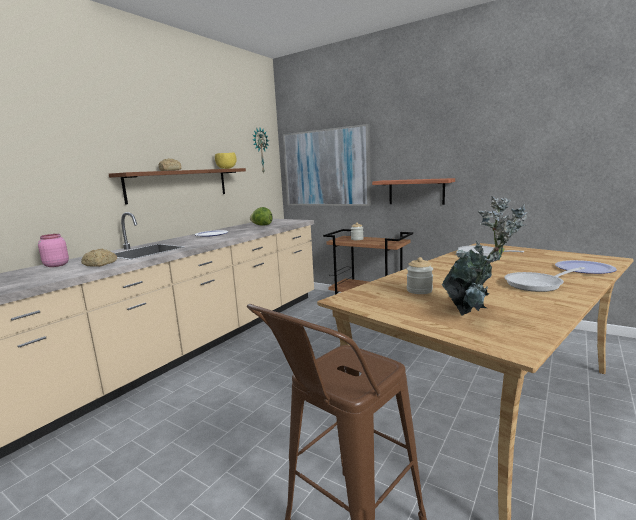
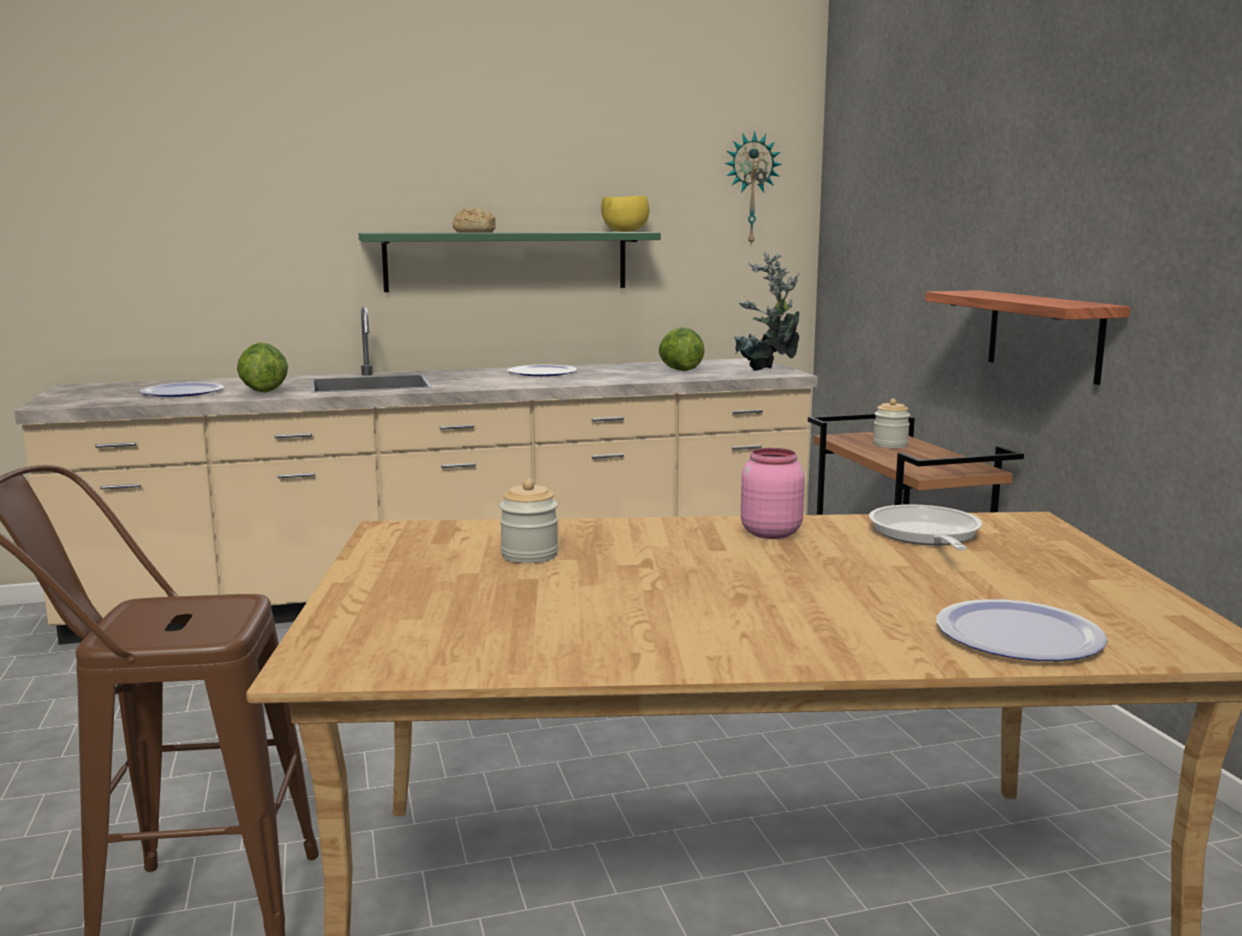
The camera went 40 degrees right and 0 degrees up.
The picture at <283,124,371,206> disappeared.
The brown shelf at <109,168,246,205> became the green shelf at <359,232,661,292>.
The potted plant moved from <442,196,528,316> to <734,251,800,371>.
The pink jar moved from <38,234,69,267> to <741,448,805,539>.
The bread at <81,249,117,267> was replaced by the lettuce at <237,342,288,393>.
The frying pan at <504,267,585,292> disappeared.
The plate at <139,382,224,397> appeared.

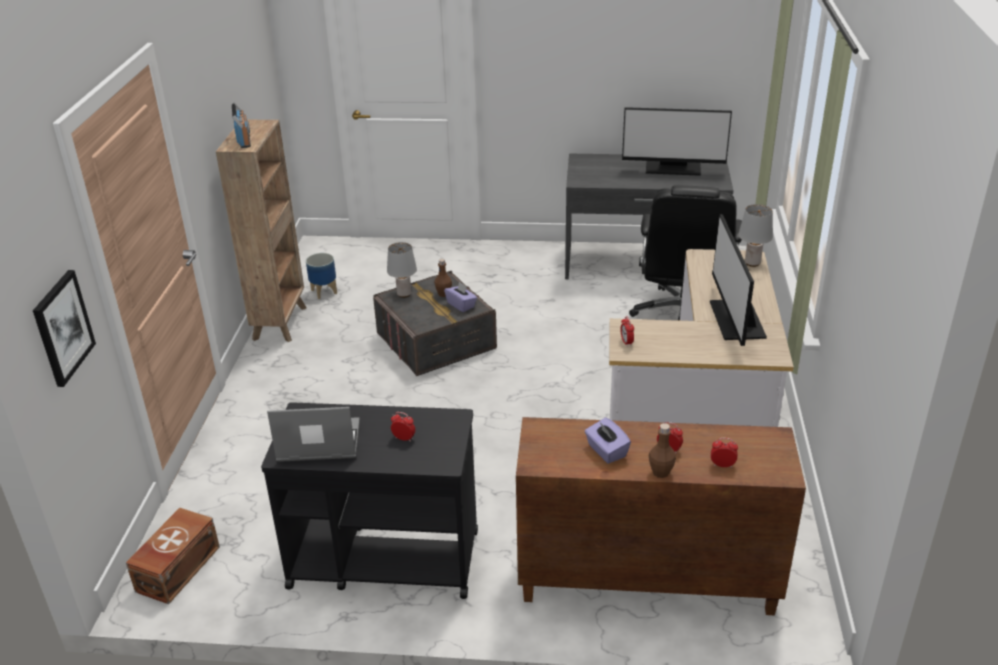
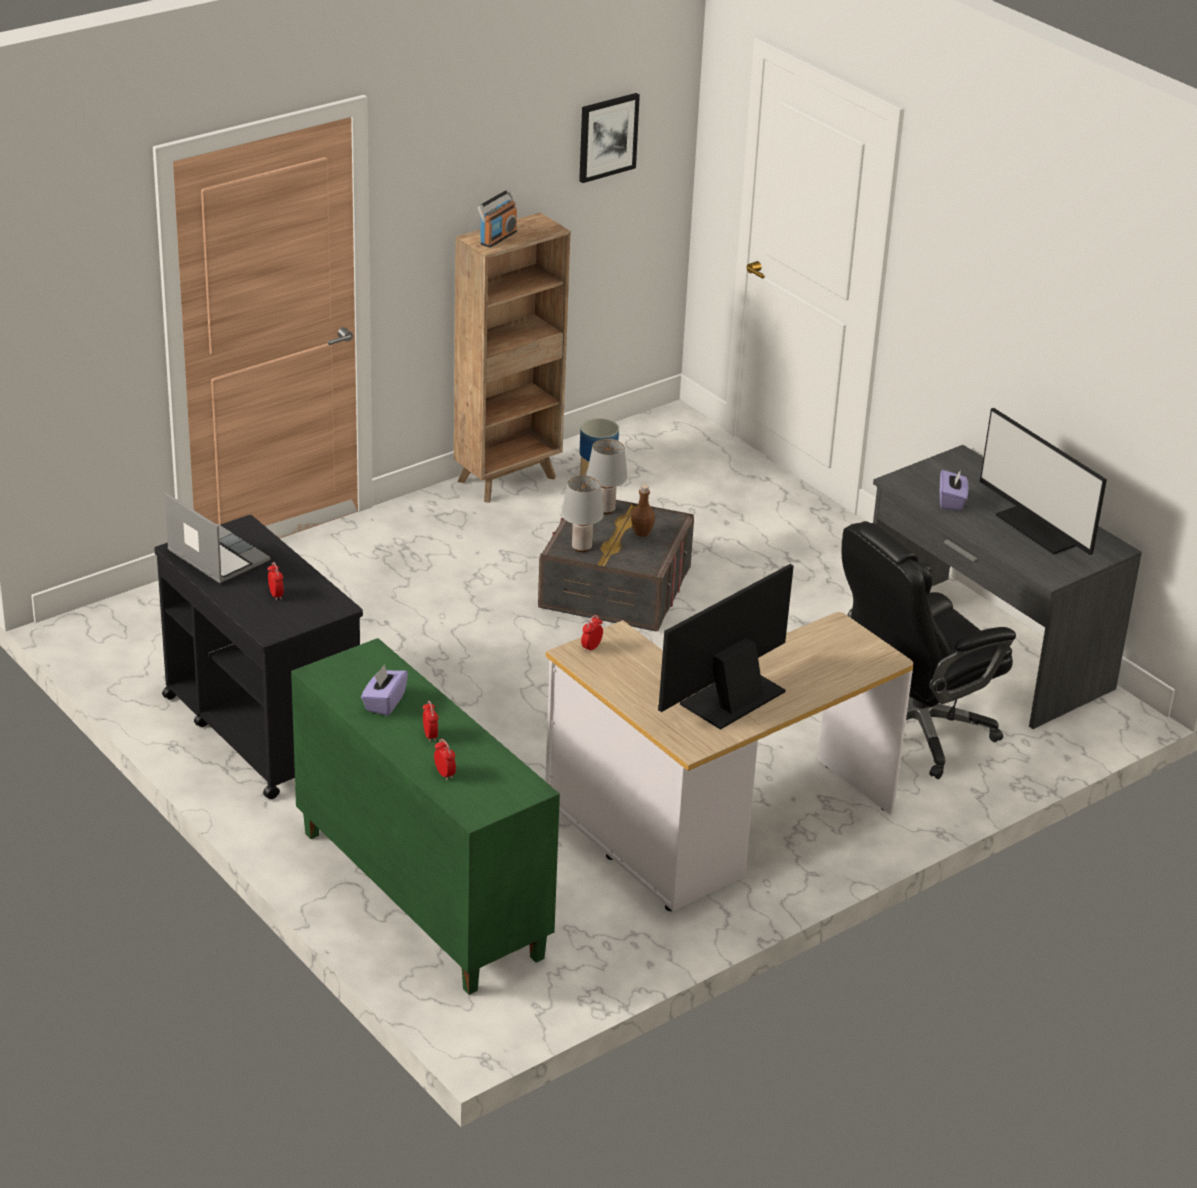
The camera went 45 degrees right and 0 degrees up.
The grey table lamp moved from <738,204,773,267> to <562,475,604,552>.
The picture moved from <33,270,96,387> to <579,93,640,183>.
The purple tissue box moved from <444,282,477,312> to <940,469,968,511>.
The brown cabinet at <516,417,806,616> became the green cabinet at <291,638,560,995>.
The brown bottle at <649,423,676,478> disappeared.
The brown storage box at <126,508,220,604> disappeared.

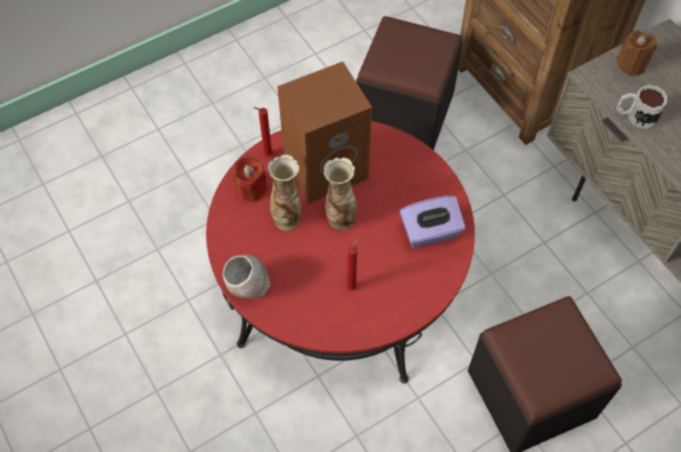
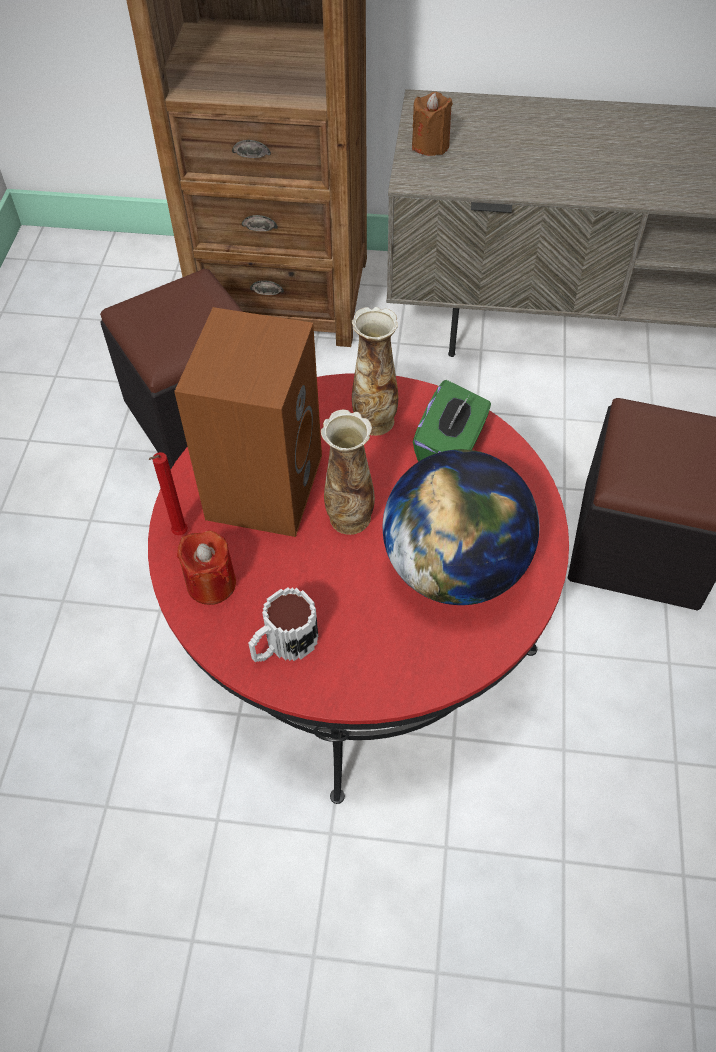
The camera went 50 degrees left and 5 degrees down.
The mug moved from <617,85,667,129> to <248,588,318,663>.
The vase moved from <268,154,302,230> to <352,307,398,436>.
The purple tissue box at <400,196,466,248> became the green tissue box at <413,380,491,461>.
The red candle at <346,238,359,291> was replaced by the globe at <383,449,539,605>.
The grey bowl at <223,255,270,298> disappeared.

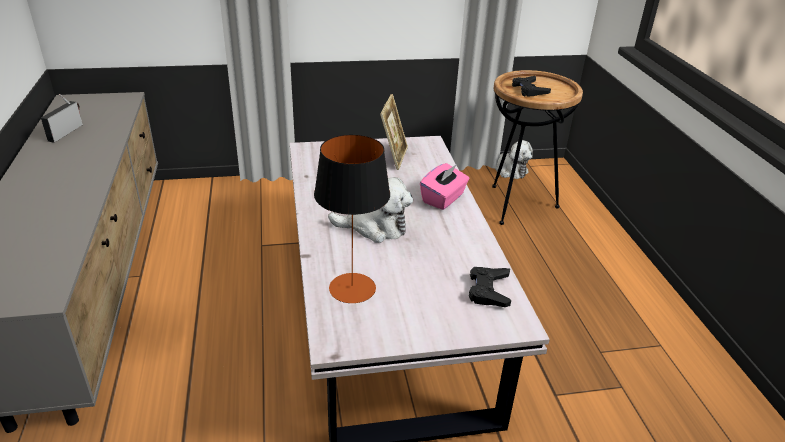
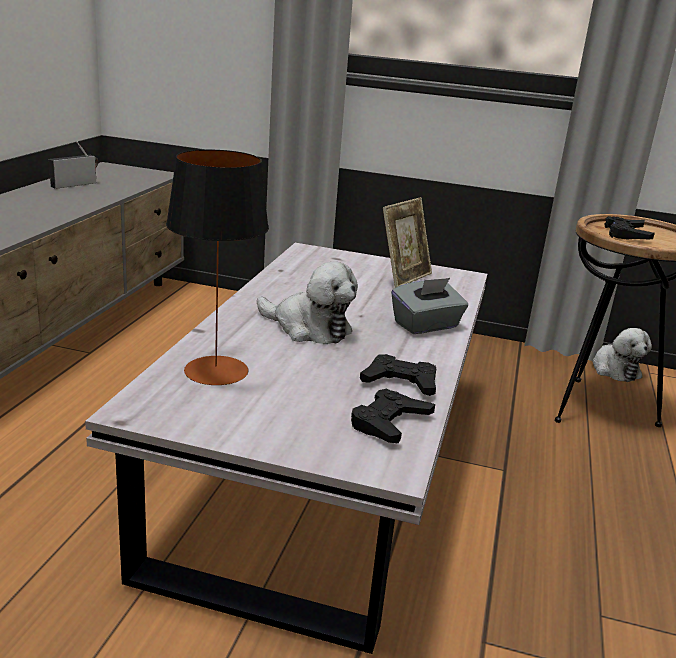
The camera went 25 degrees right and 10 degrees down.
The pink tissue box at <420,163,469,210> became the grey tissue box at <391,278,468,334>.
The black game controller at <360,354,436,396> appeared.

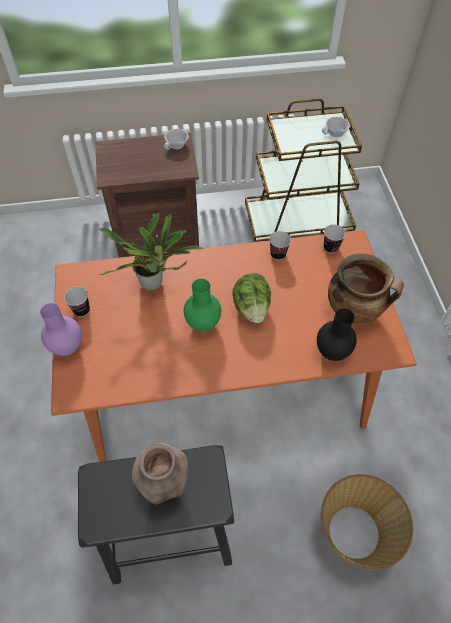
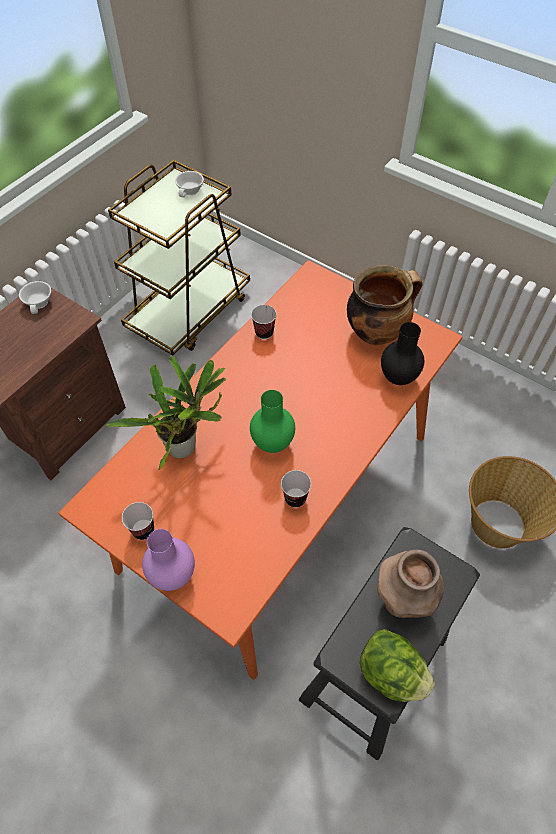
The camera went 45 degrees left and 0 degrees up.
The cup moved from <324,224,346,253> to <281,470,311,508>.
The lettuce moved from <232,273,271,323> to <360,629,435,702>.

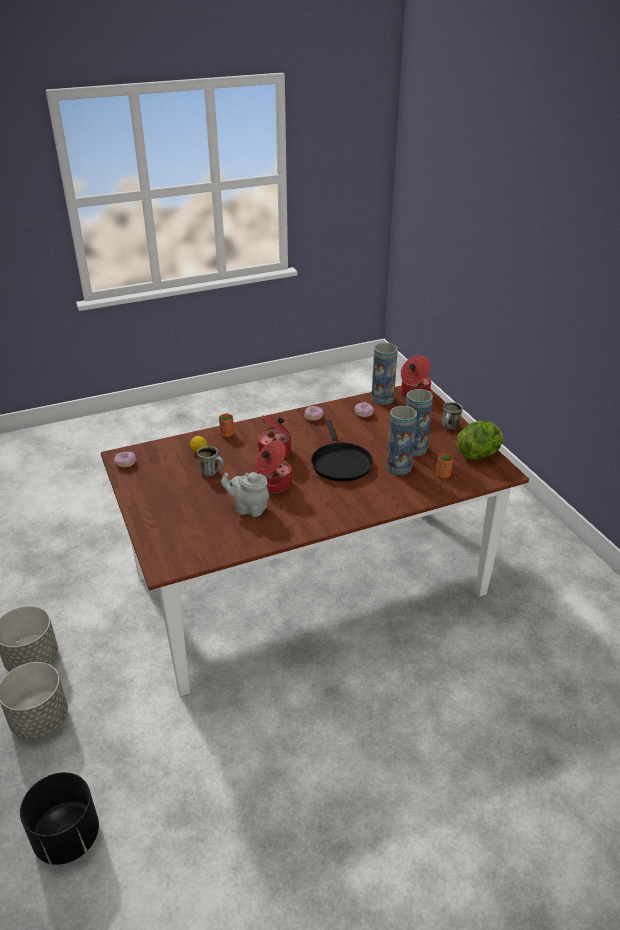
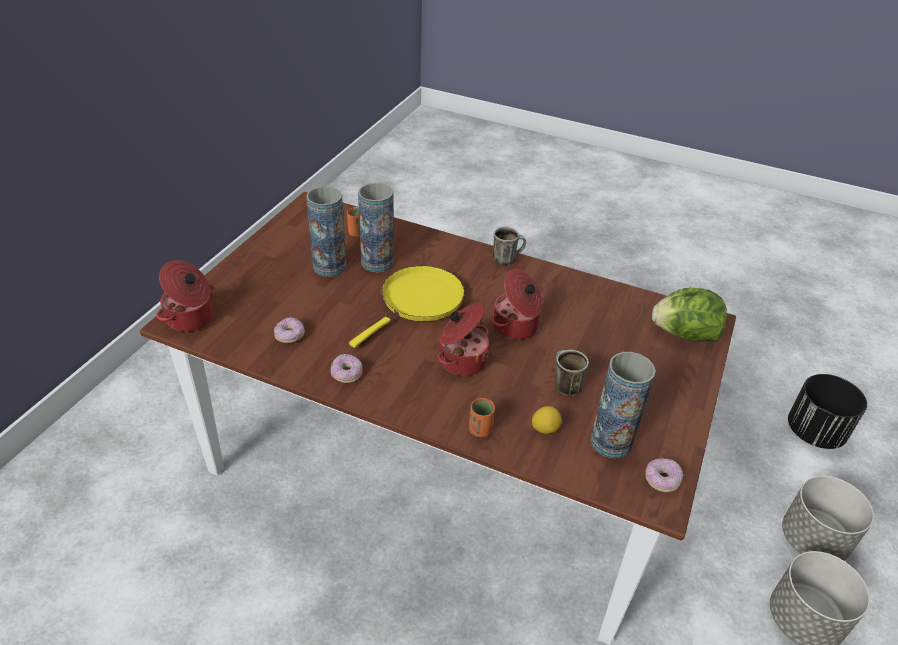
The camera went 135 degrees left and 5 degrees up.
The vase moved from <371,343,398,405> to <590,352,656,458>.
The mug moved from <442,402,463,430> to <493,227,526,265>.
The black frying pan at <311,420,373,482> became the yellow frying pan at <349,266,465,348>.
The lettuce moved from <457,421,503,459> to <652,288,727,341>.
The grey teapot at <221,472,269,517> disappeared.

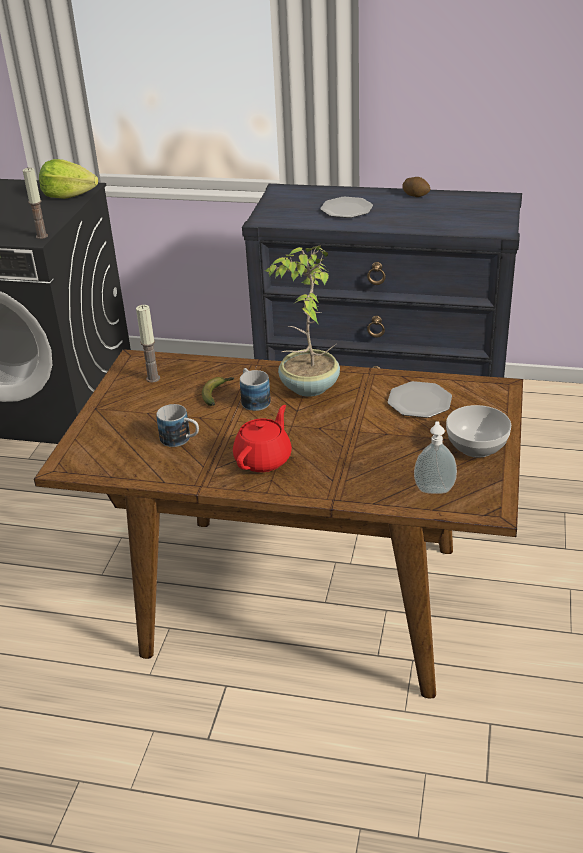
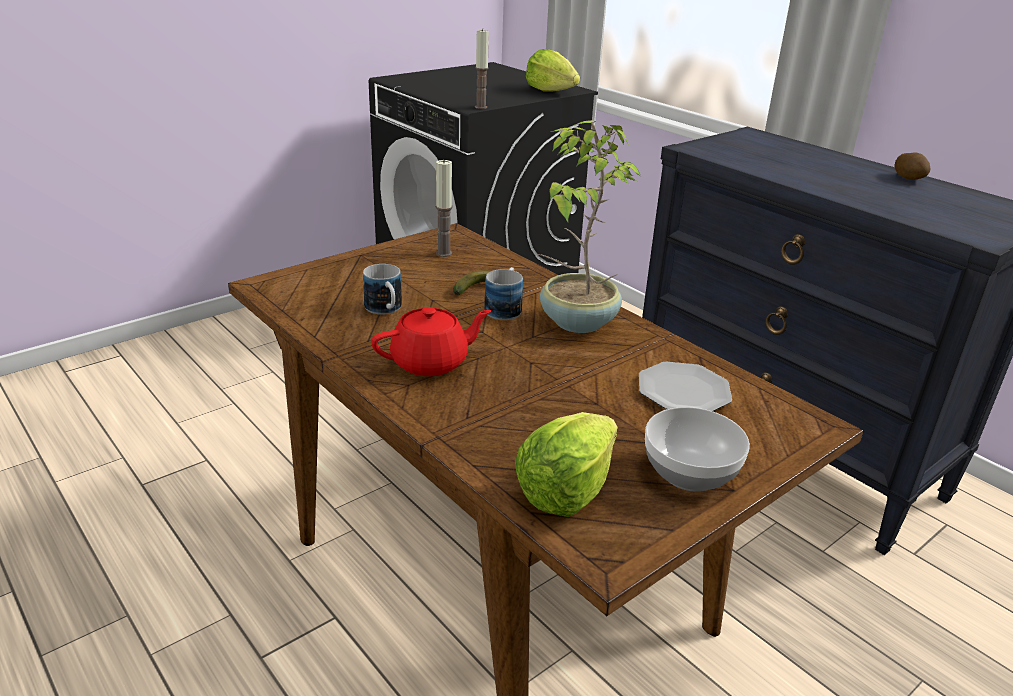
The camera went 35 degrees right and 5 degrees down.
The plate at <320,197,373,218> disappeared.
The soap dispenser at <414,421,457,494> was replaced by the lettuce at <515,412,618,517>.

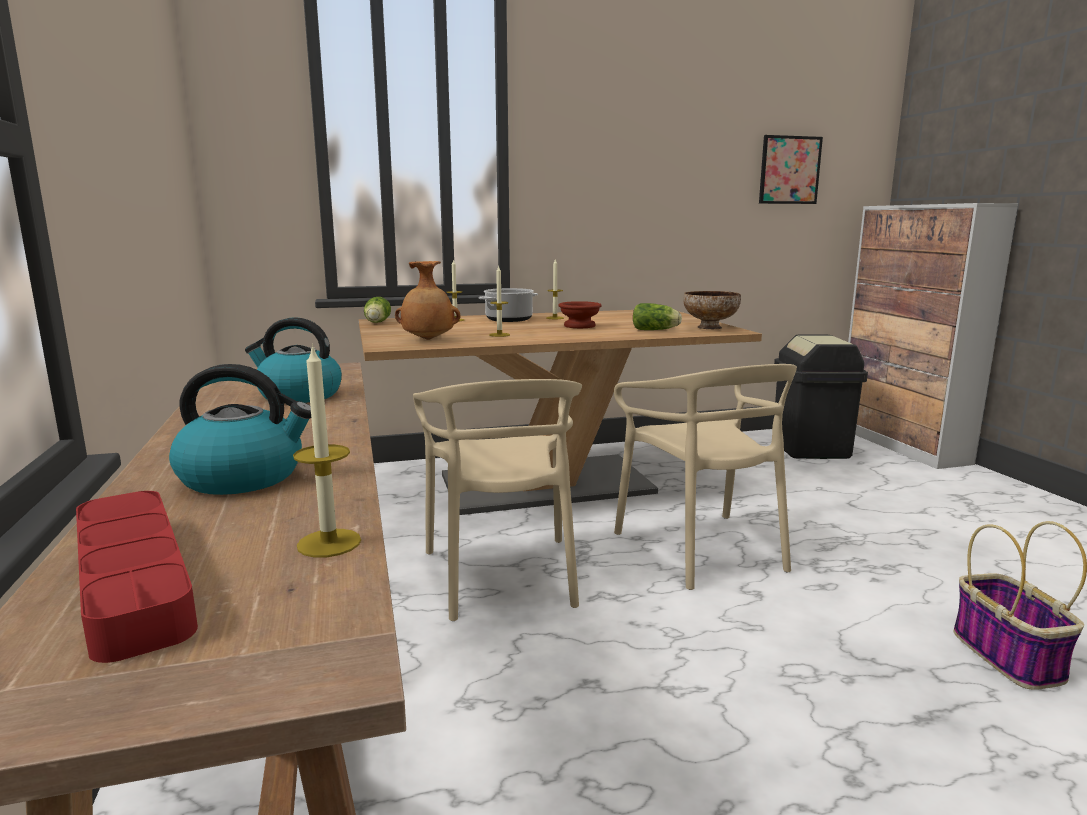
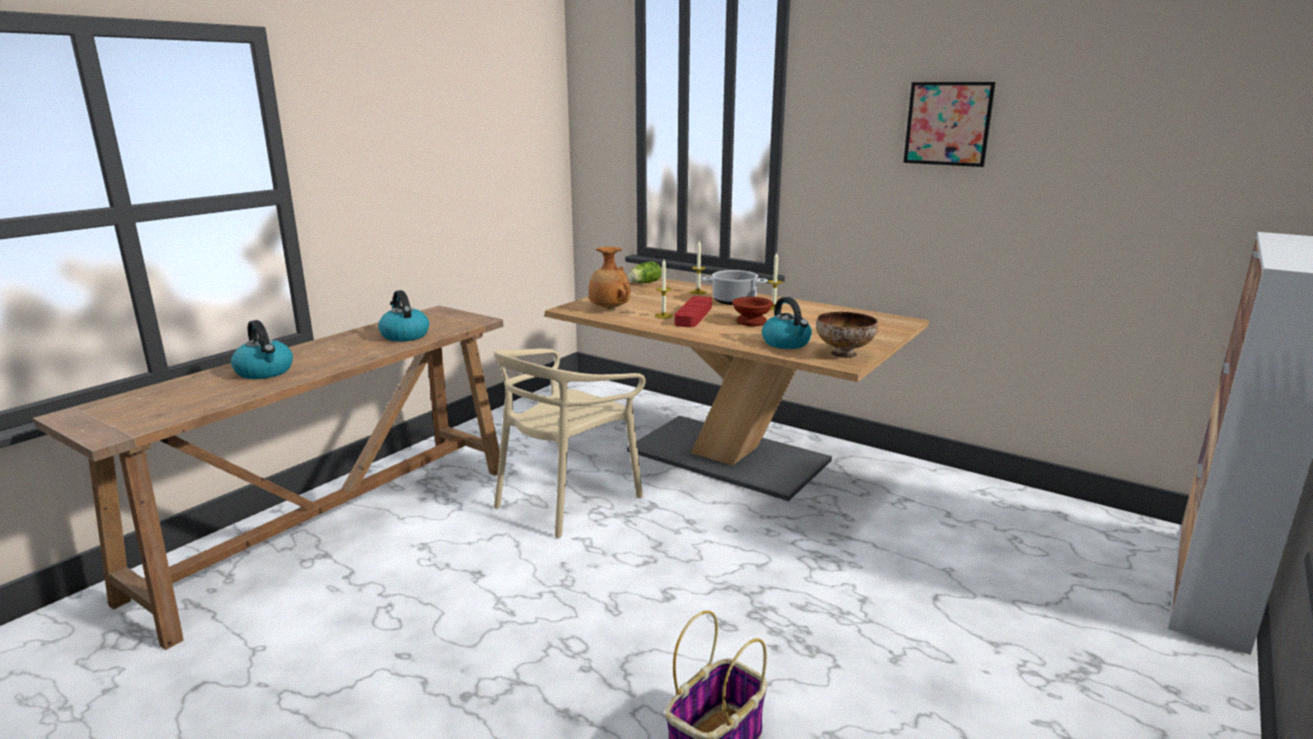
The camera went 50 degrees right and 5 degrees up.
The picture moved from <759,135,823,204> to <903,82,995,167>.
The lettuce at <633,303,682,330> was replaced by the kettle at <762,297,812,349>.
The black trash can at <774,334,868,459> disappeared.
The candle at <293,344,361,557> disappeared.
The beige chair at <614,364,797,590> disappeared.
The red tray moved from <76,491,198,663> to <674,296,712,327>.

